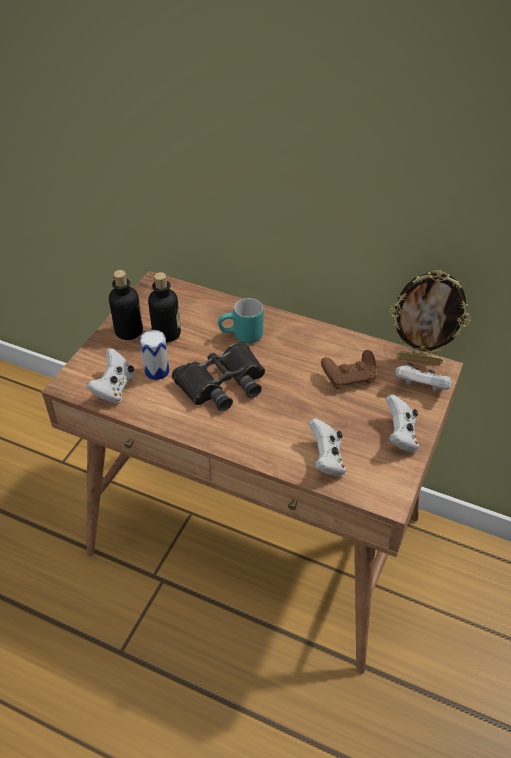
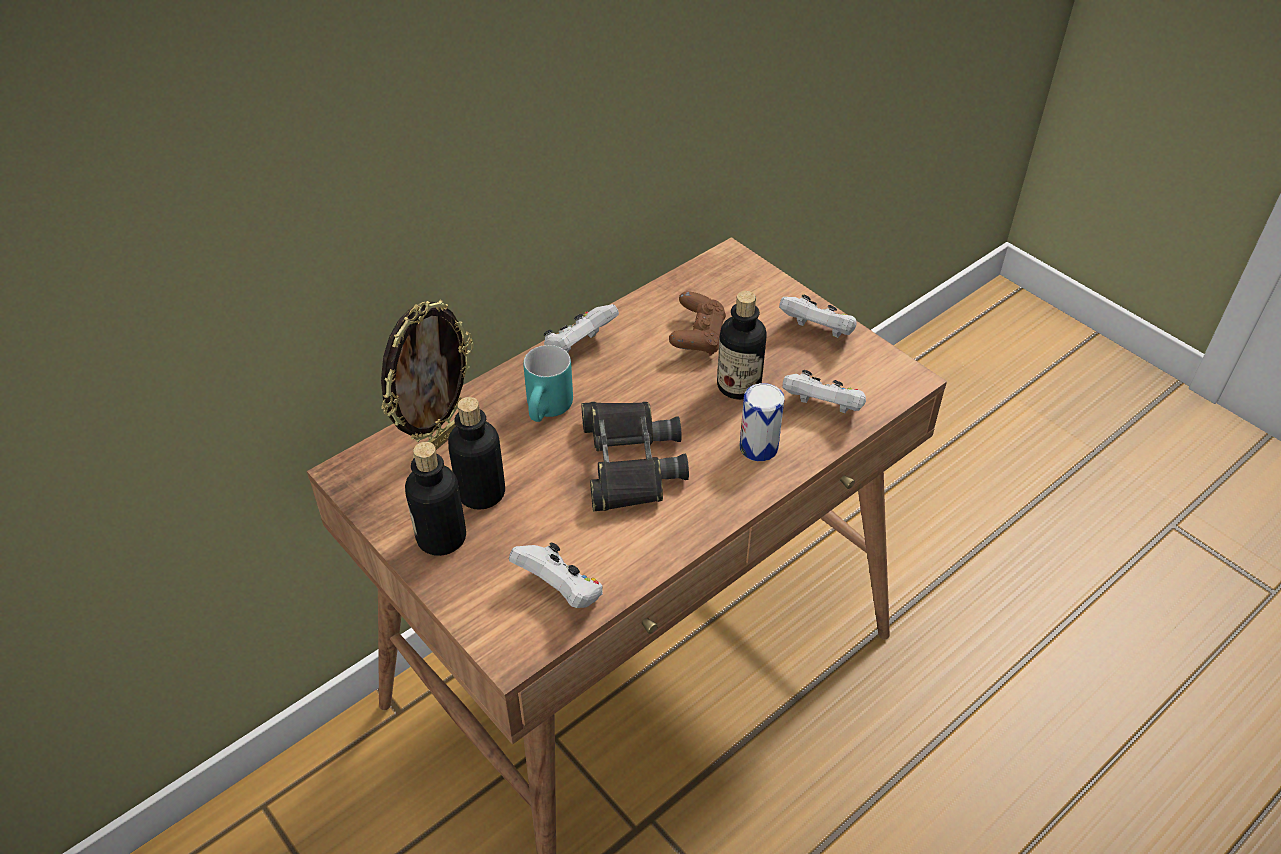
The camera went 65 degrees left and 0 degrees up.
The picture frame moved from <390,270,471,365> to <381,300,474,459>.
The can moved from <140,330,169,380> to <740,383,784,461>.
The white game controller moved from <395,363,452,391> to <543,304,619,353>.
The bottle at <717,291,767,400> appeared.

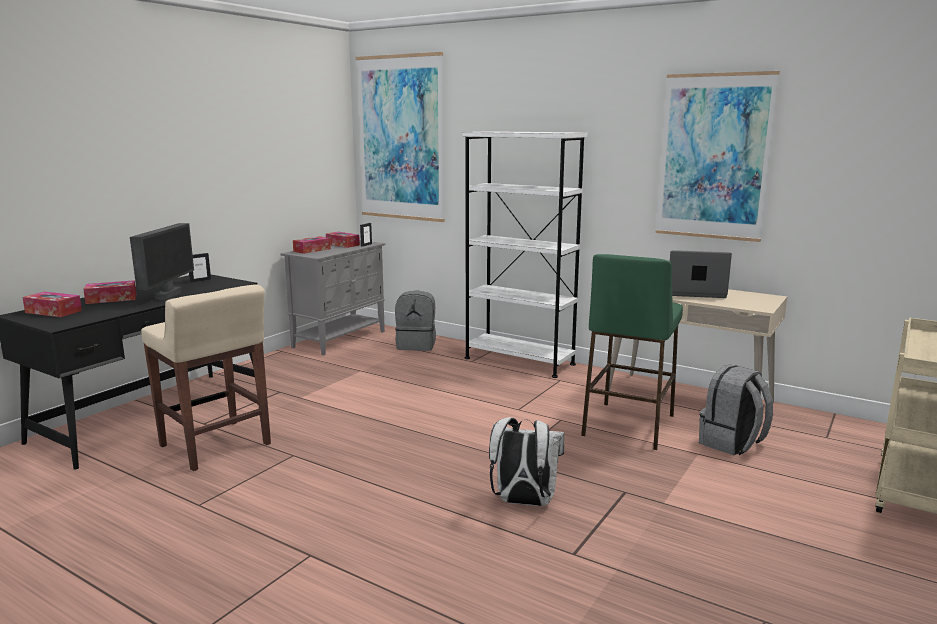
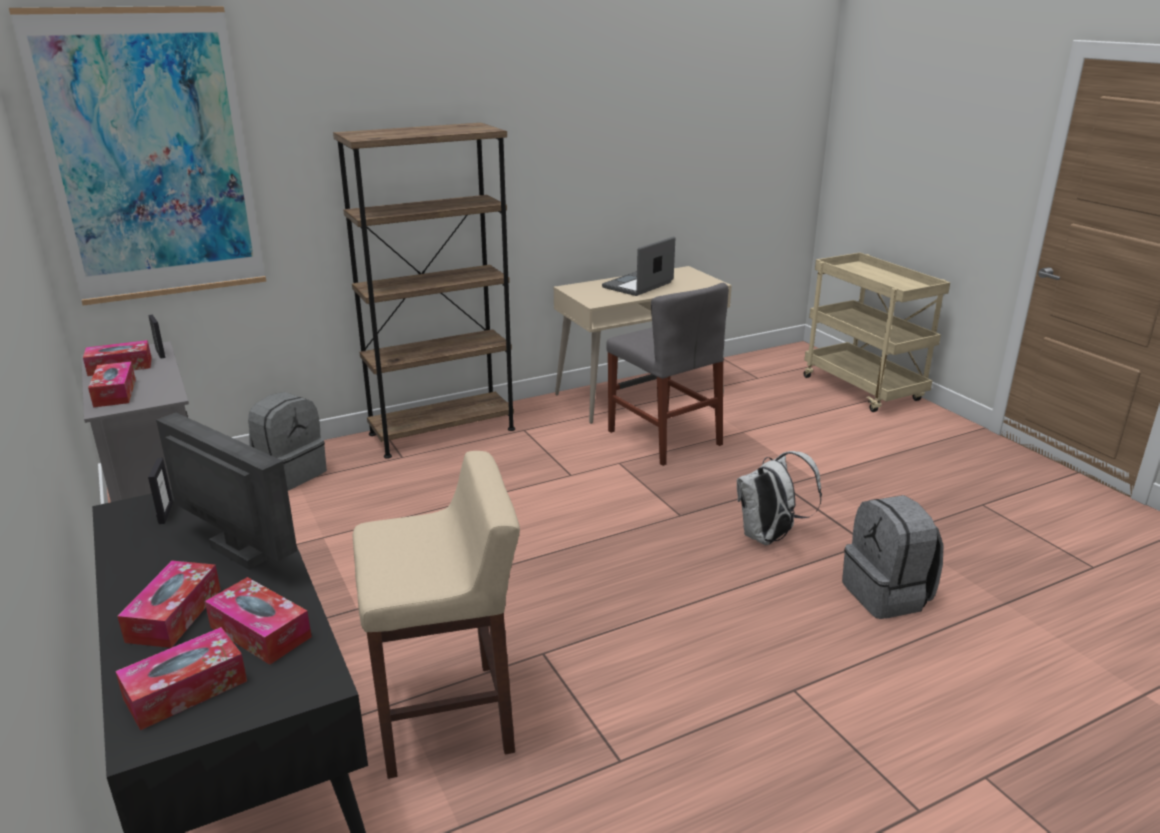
The camera went 60 degrees left and 10 degrees up.
The picture at <656,71,780,242> disappeared.
The white bookcase at <462,131,587,378> became the brown bookcase at <333,123,515,459>.
The green stool at <581,254,683,450> was replaced by the grey chair at <606,283,728,466>.
The grey backpack moved from <699,364,773,455> to <842,495,943,619>.
The tissue box at <205,577,312,665> appeared.

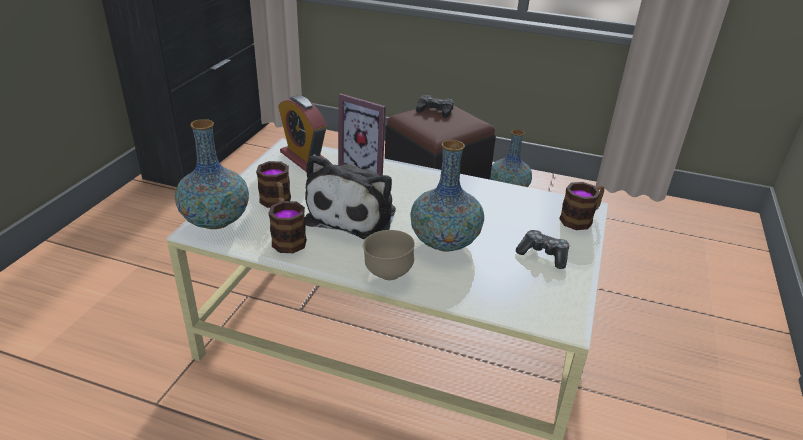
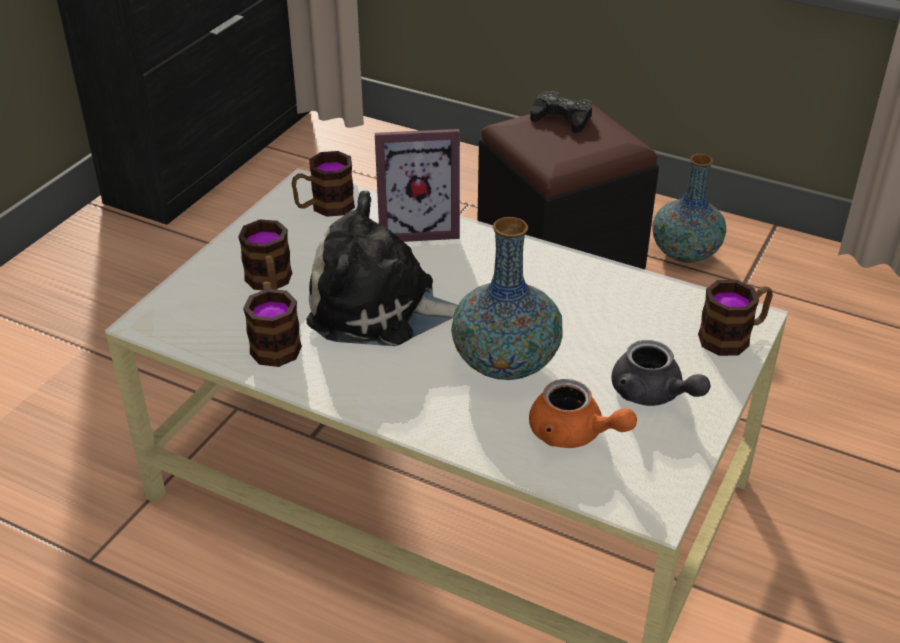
The camera went 10 degrees right and 5 degrees up.
The picture frame at <338,93,386,176> turned 45 degrees counterclockwise.
The alarm clock at <278,95,329,171> was replaced by the mug at <292,151,355,217>.
The vase at <175,119,249,229> disappeared.
The plush toy at <305,154,396,239> turned 75 degrees clockwise.
The brown bowl at <363,230,415,280> disappeared.
The game controller at <516,230,569,269> was replaced by the grey teapot at <611,340,711,406>.
The orange teapot at <529,379,637,448> appeared.

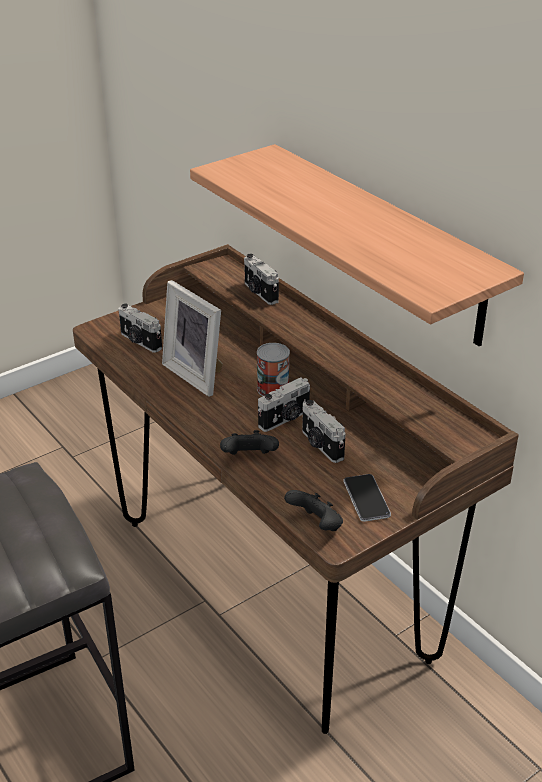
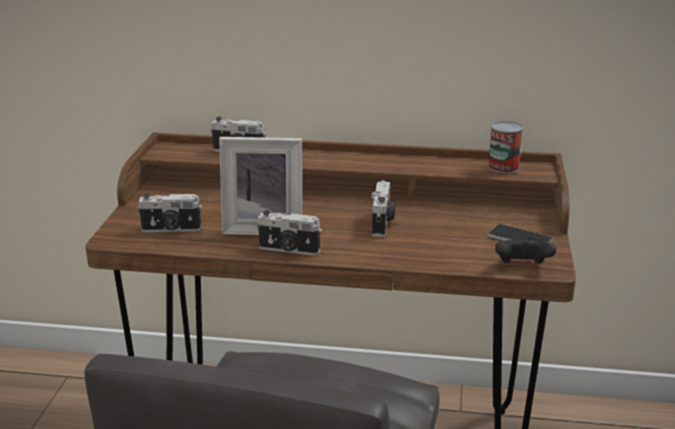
The camera went 45 degrees left and 10 degrees down.
The shelf at <190,144,524,346> disappeared.
The can moved from <257,343,290,396> to <488,121,524,173>.
The photo camera moved from <302,400,346,463> to <257,210,322,256>.
The black game controller at <220,430,279,455> disappeared.

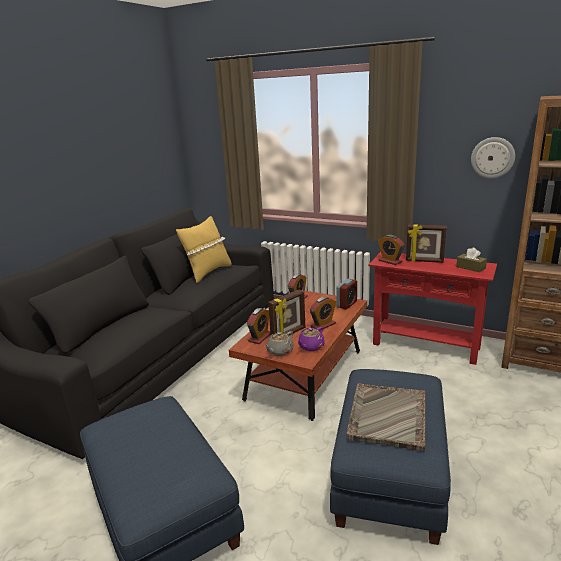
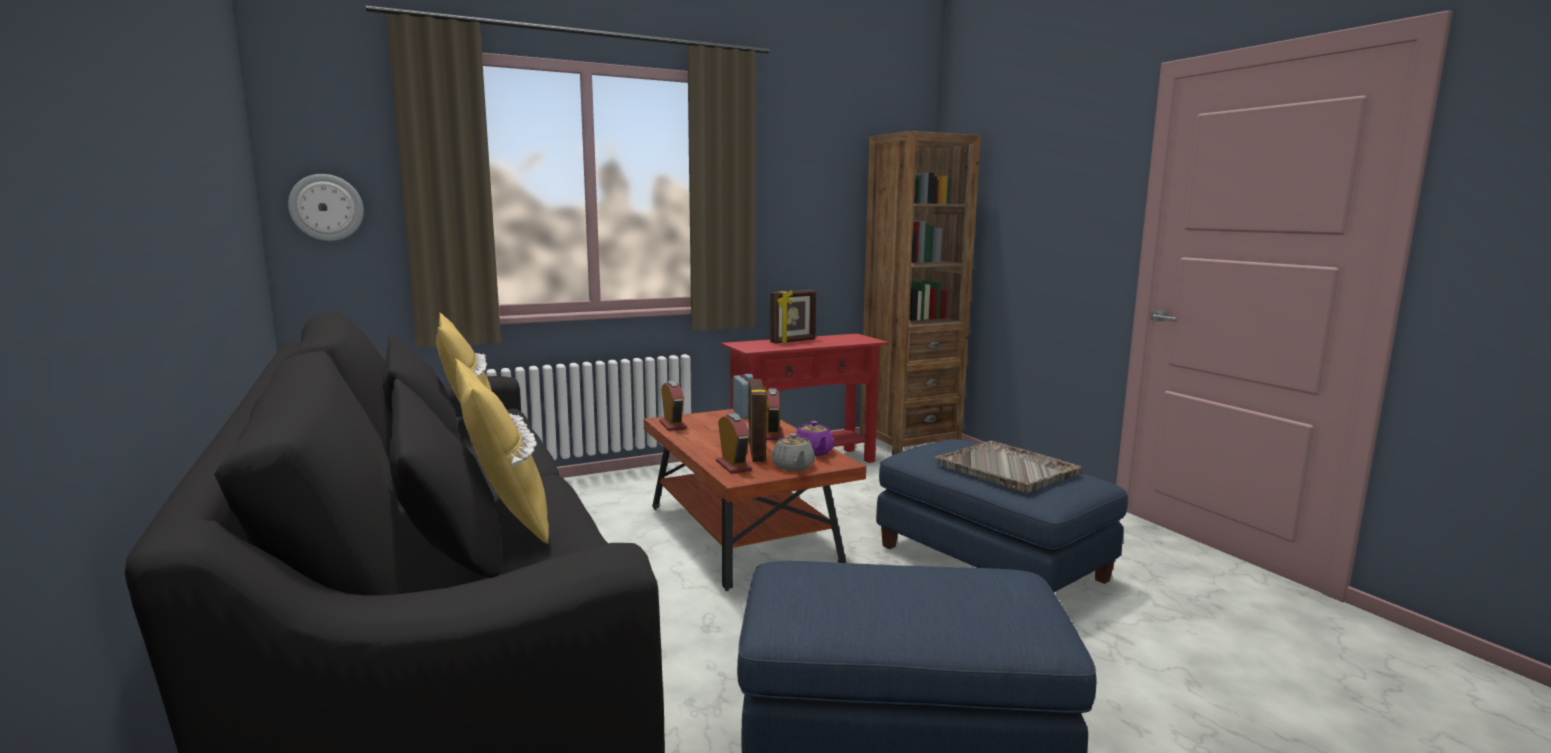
The camera went 55 degrees left and 10 degrees down.
The wall clock moved from <471,137,515,179> to <288,174,364,241>.
The alarm clock at <378,235,405,265> disappeared.
The brown tissue box at <456,248,487,272> disappeared.
The yellow pillow at <455,359,549,544> appeared.

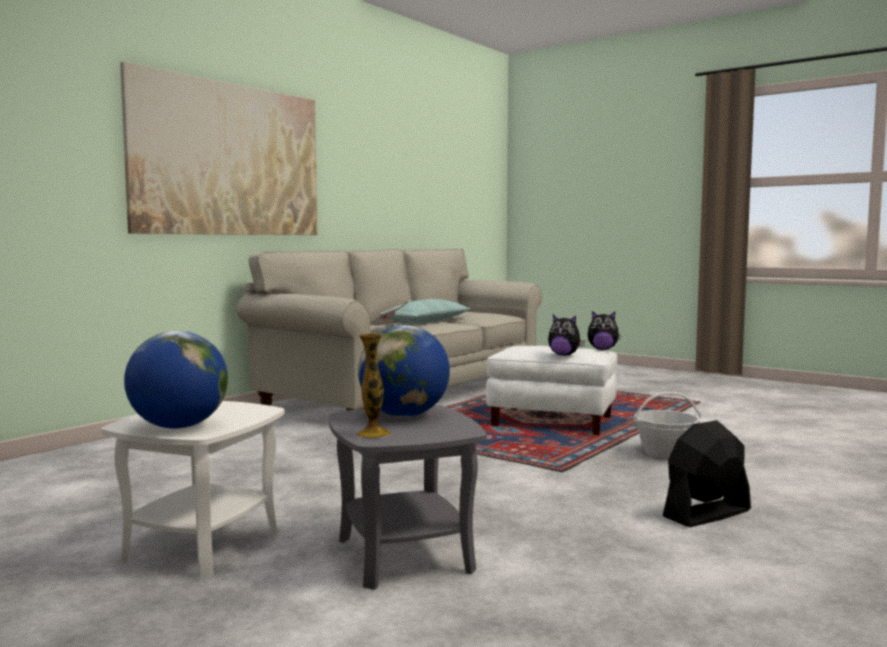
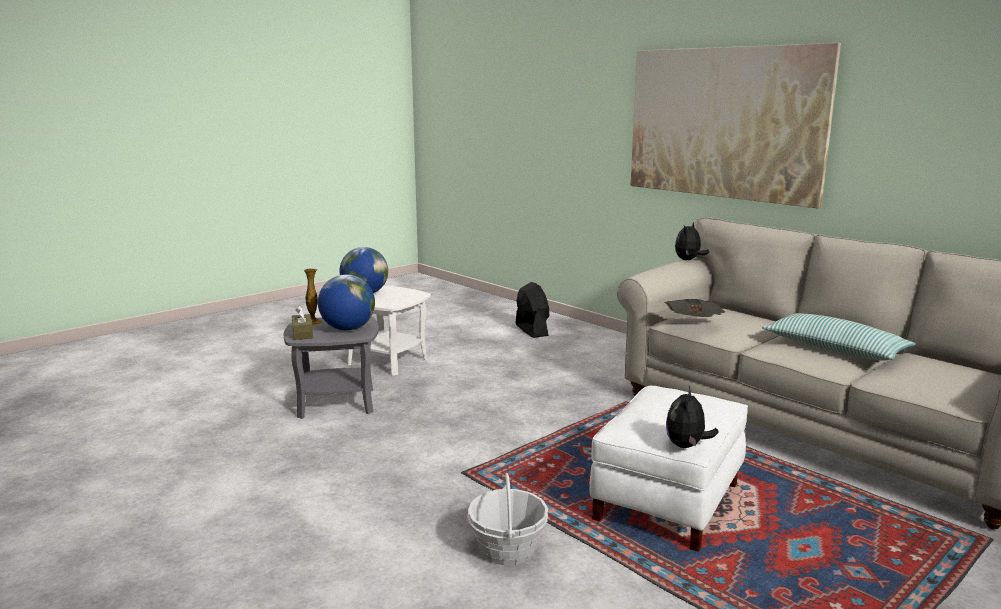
The camera went 100 degrees right and 10 degrees up.
The plush toy moved from <548,315,585,356> to <675,222,709,260>.
The black fan moved from <663,420,751,527> to <516,282,549,338>.
The brown tissue box at <292,306,313,340> appeared.

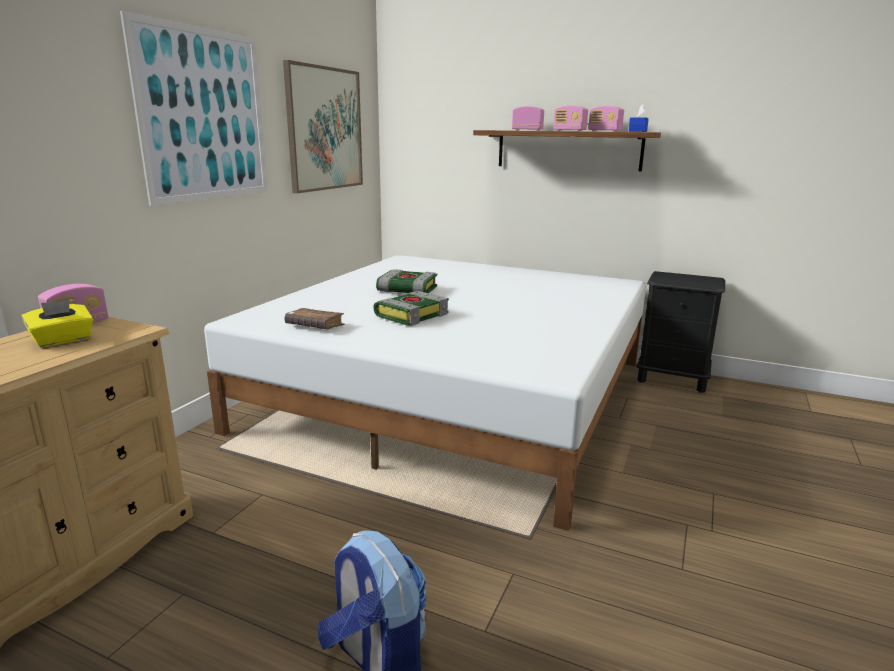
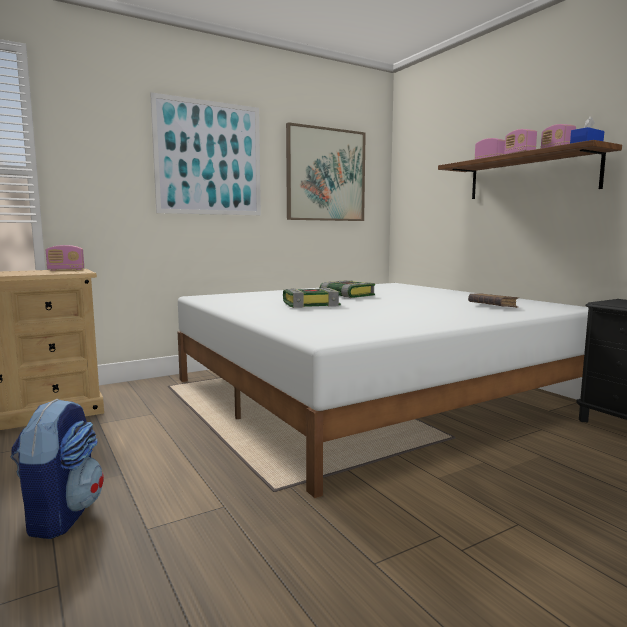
The camera went 35 degrees right and 10 degrees down.
The yellow tissue box at <21,299,93,348> disappeared.
The brown book moved from <285,308,344,329> to <468,293,519,308>.

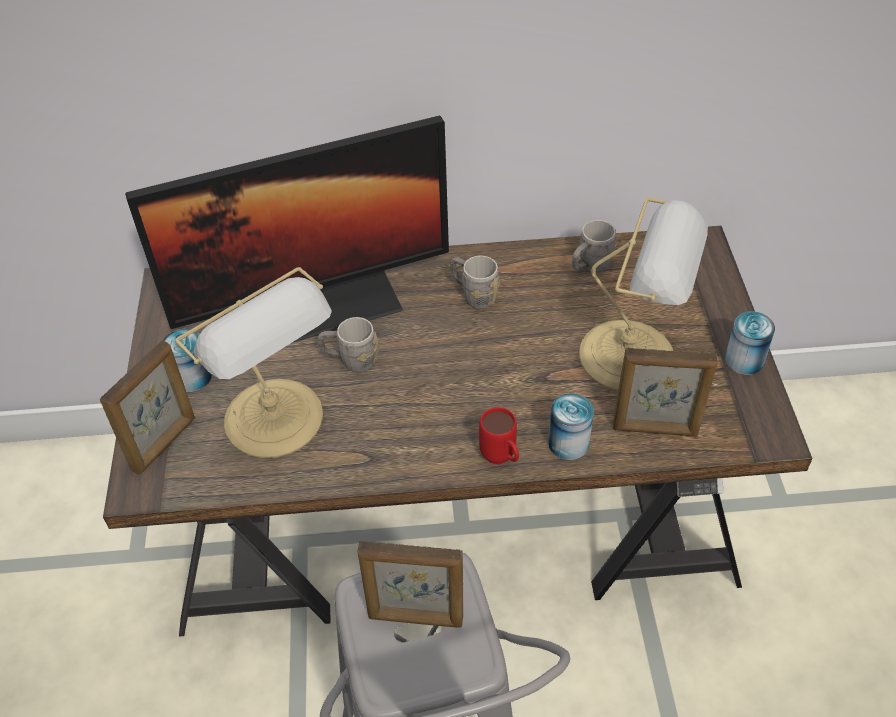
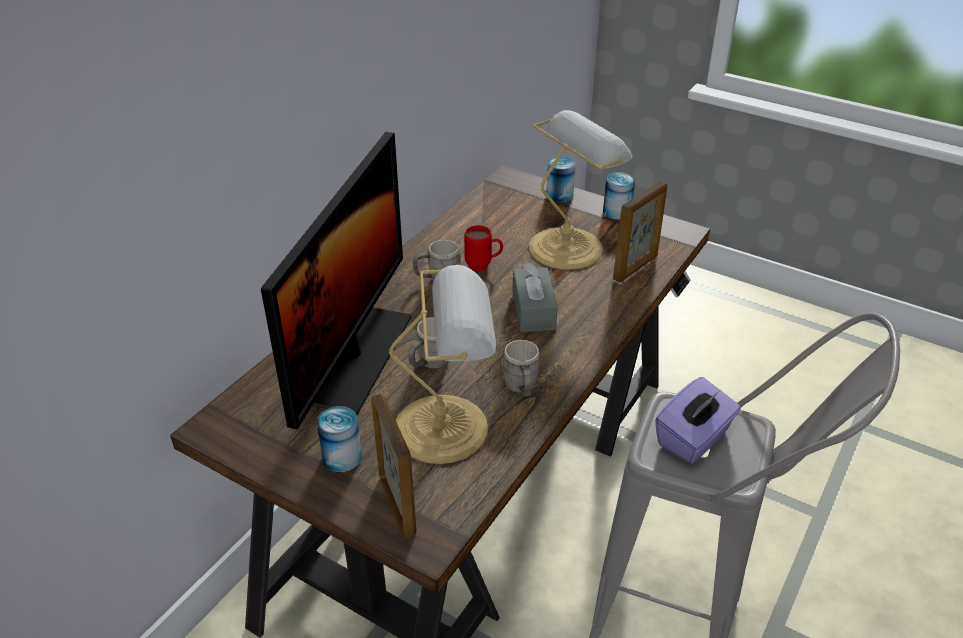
The camera went 55 degrees left and 10 degrees down.
The grey mug moved from <572,220,616,272> to <502,340,540,397>.
The can moved from <548,393,594,460> to <546,156,576,202>.
The red mug moved from <479,407,519,464> to <464,225,503,271>.
The picture frame at <358,541,463,628> was replaced by the purple tissue box at <655,377,741,464>.
The grey tissue box at <512,263,558,332> appeared.

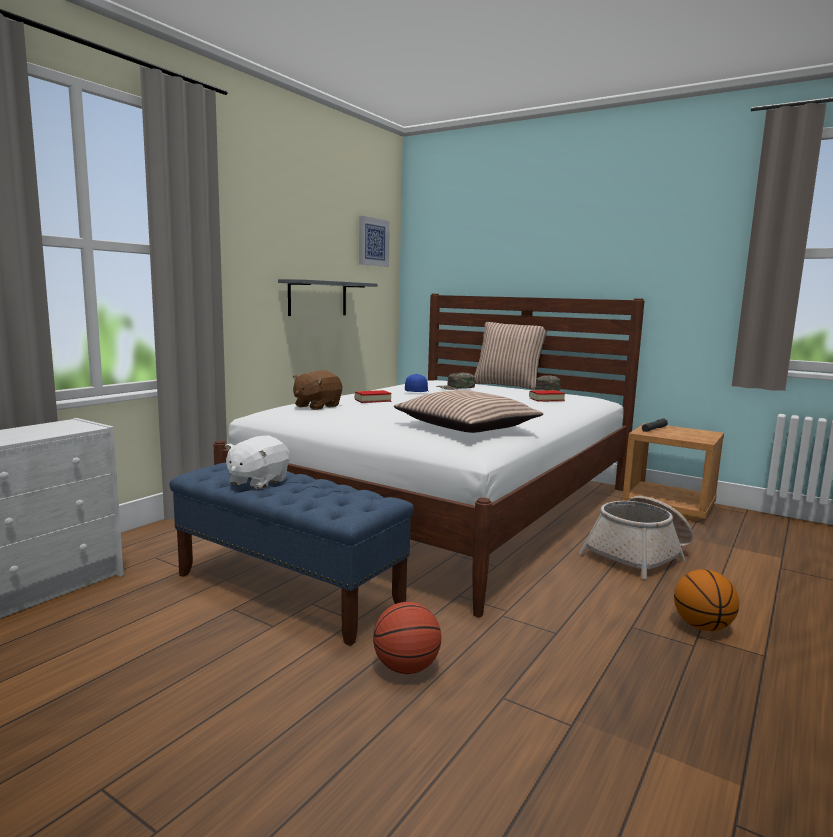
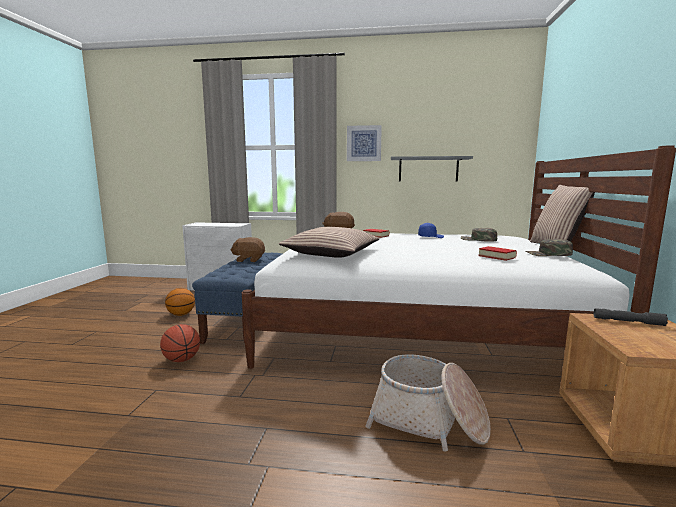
The camera went 65 degrees right and 0 degrees up.
The picture moved from <359,216,390,267> to <347,125,382,161>.
The white plush toy at <225,435,290,489> became the brown plush toy at <231,237,265,262>.
The basketball moved from <674,569,739,631> to <165,288,195,316>.

